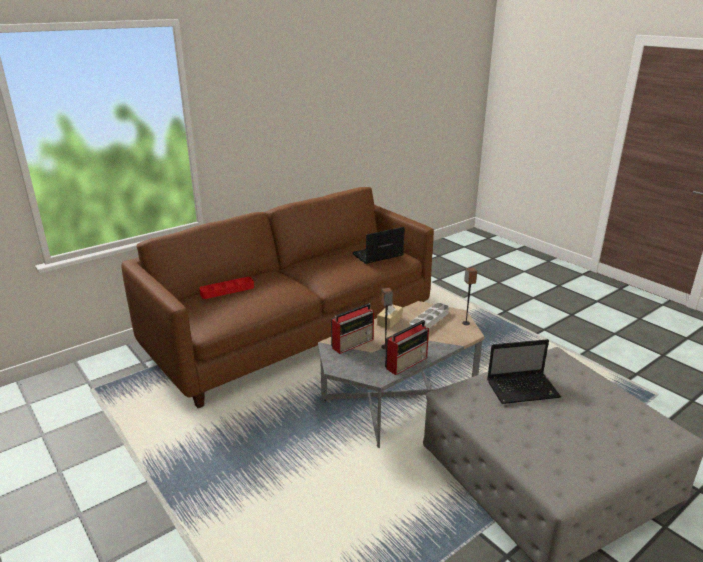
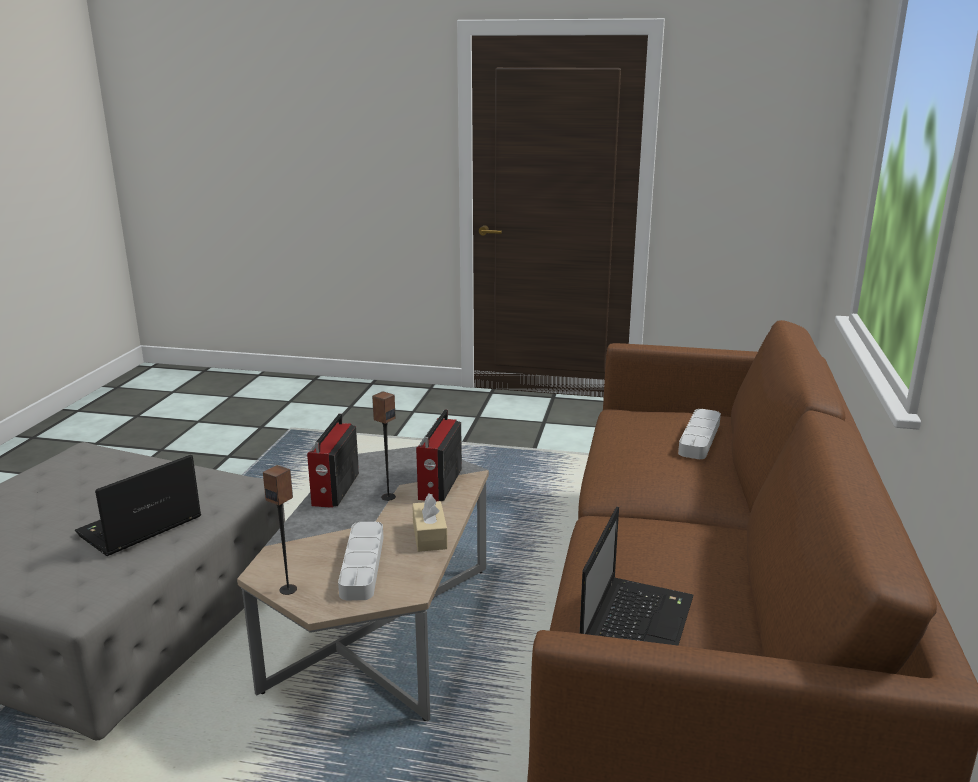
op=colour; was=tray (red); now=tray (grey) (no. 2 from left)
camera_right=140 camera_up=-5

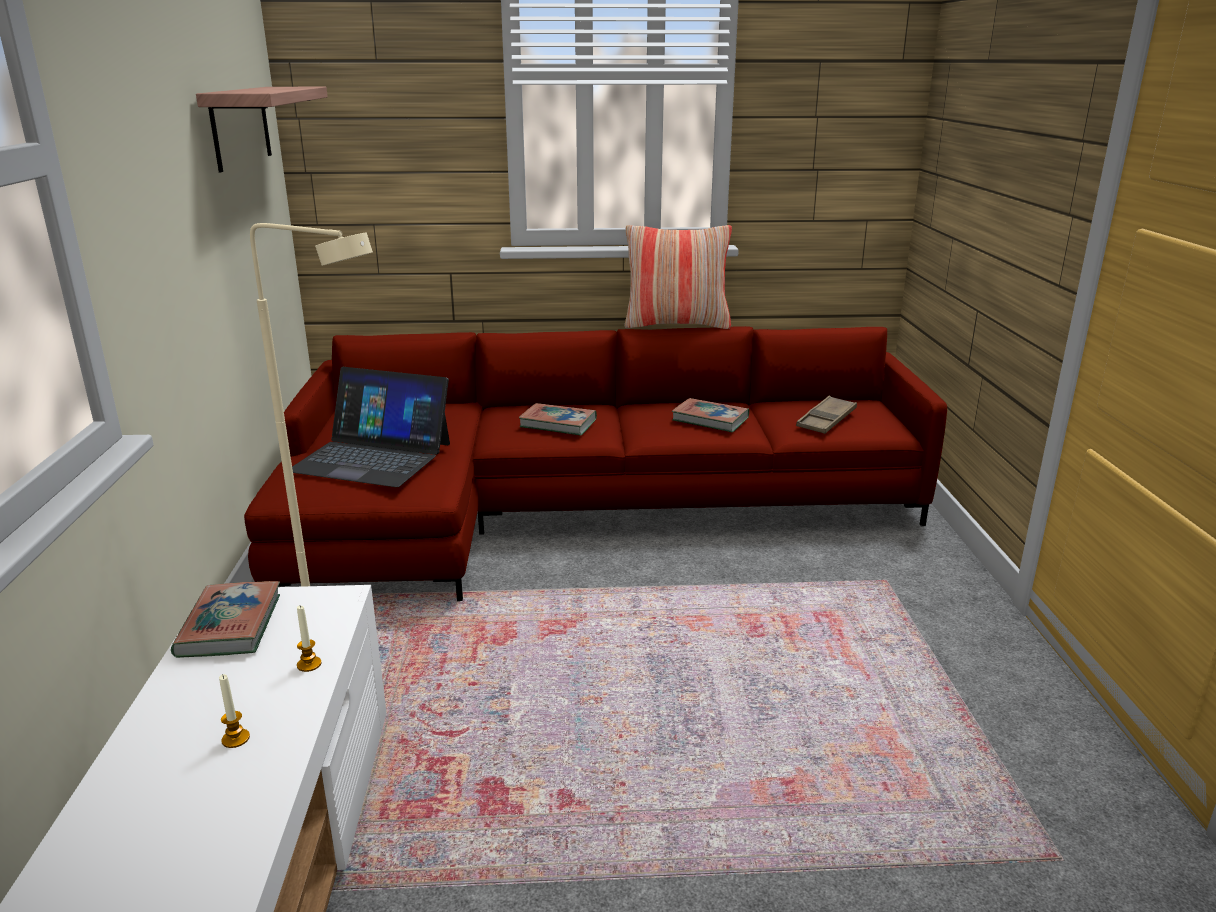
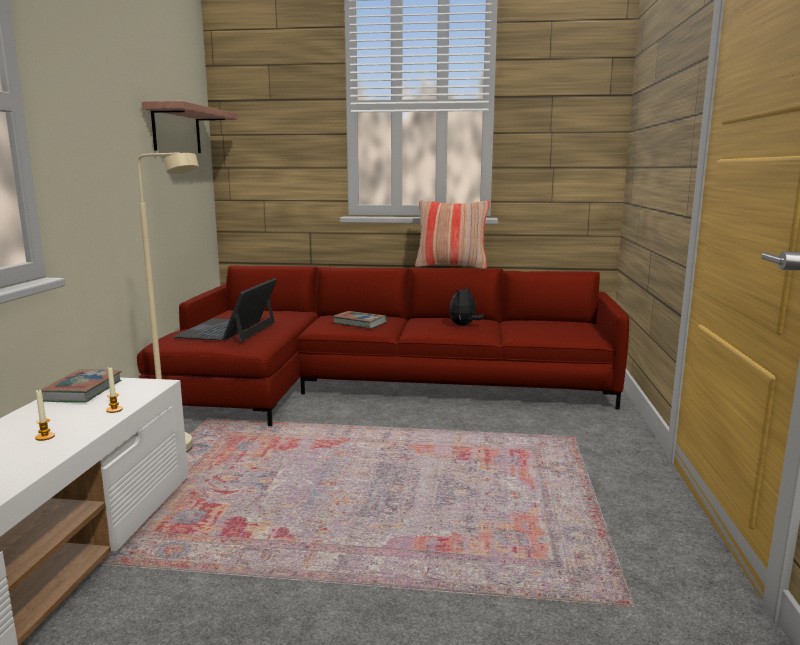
op=spun; was=laptop; clockwise=75
op=exchanged; was=book (no. 3 from left); now=plush toy
op=missing; was=tray (brown)
camera_right=10 camera_up=-10

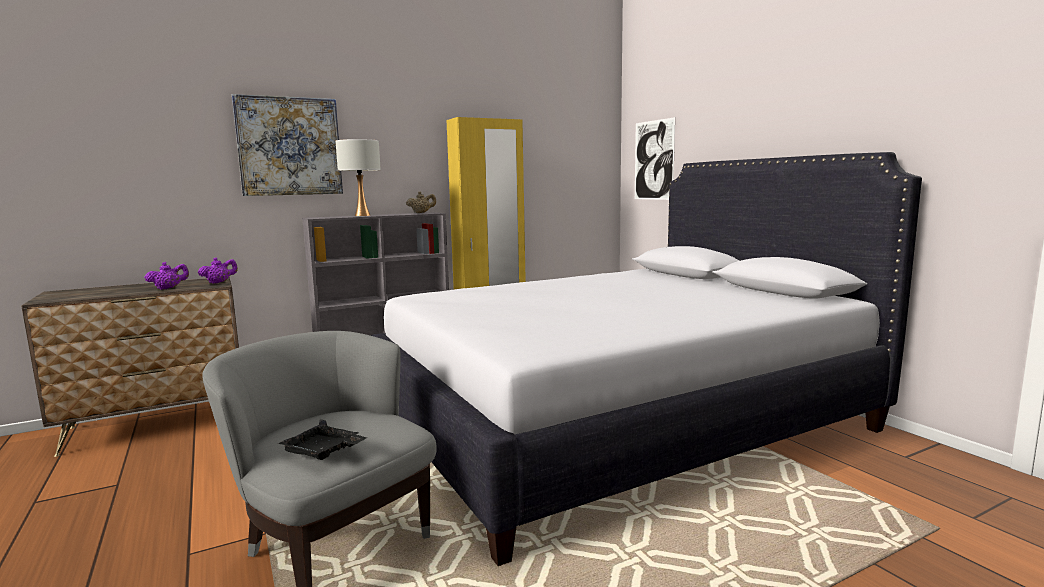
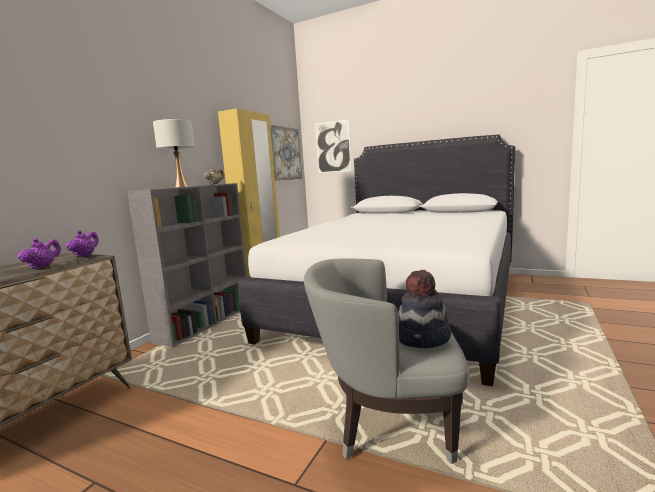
op=relocated; was=picture (no. 1 from left)
op=exchanged; was=tray (black); now=hat
camera_right=-35 camera_up=0

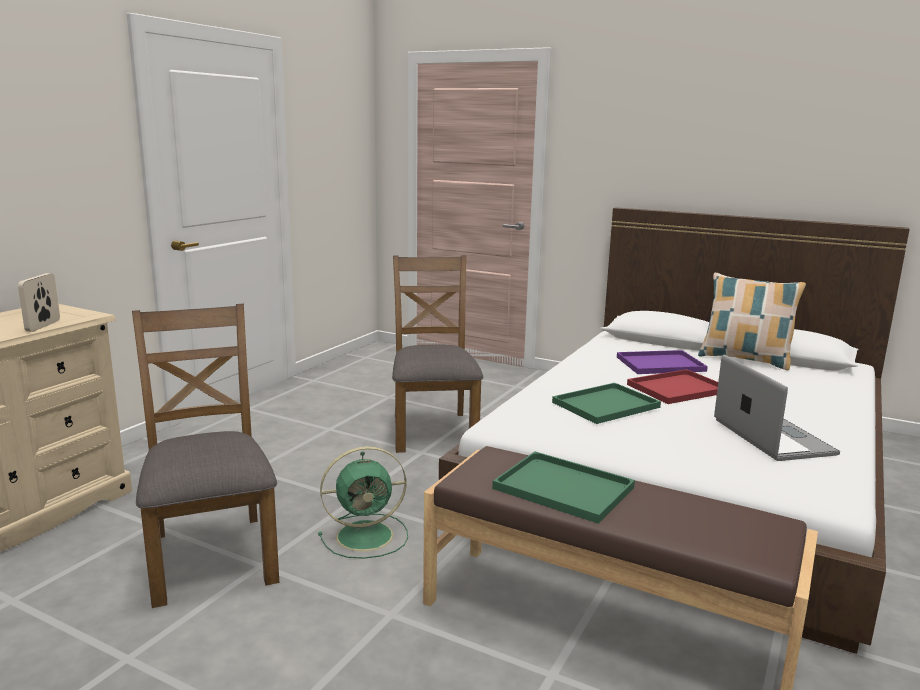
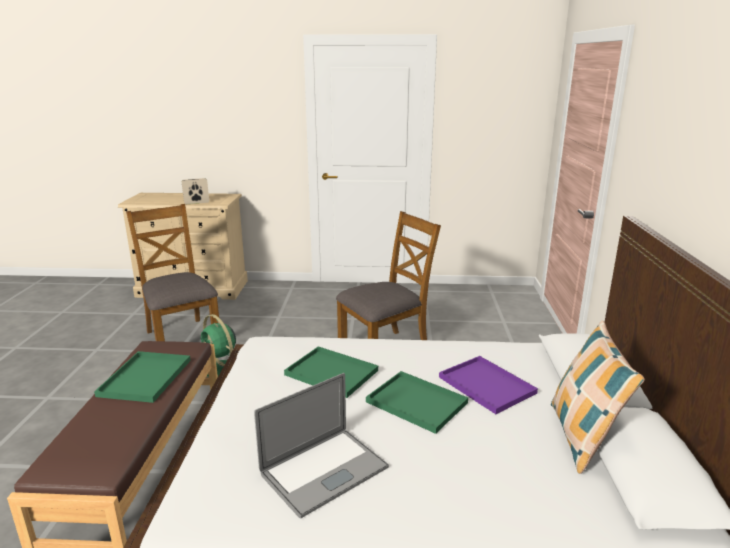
op=spun; was=chair (brown) (no. 1 from left); clockwise=-75
op=colour; was=tray (red); now=tray (green) (no. 3 from left)
camera_right=65 camera_up=5

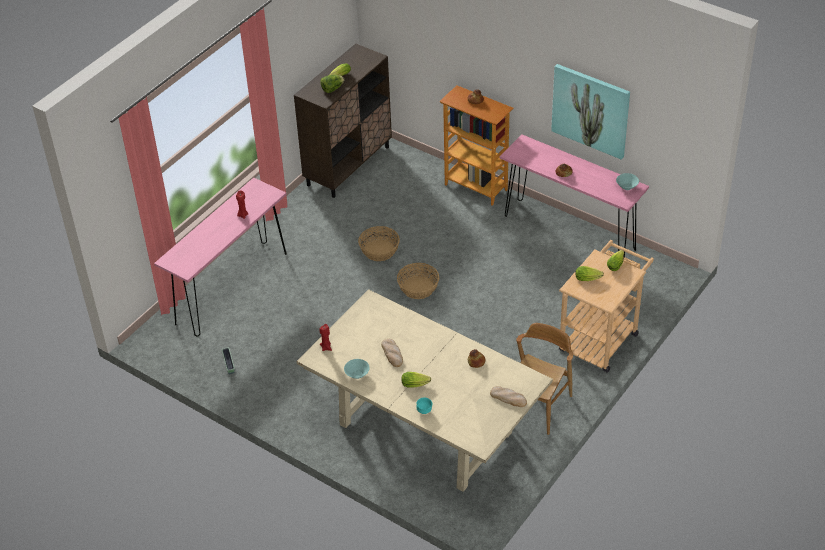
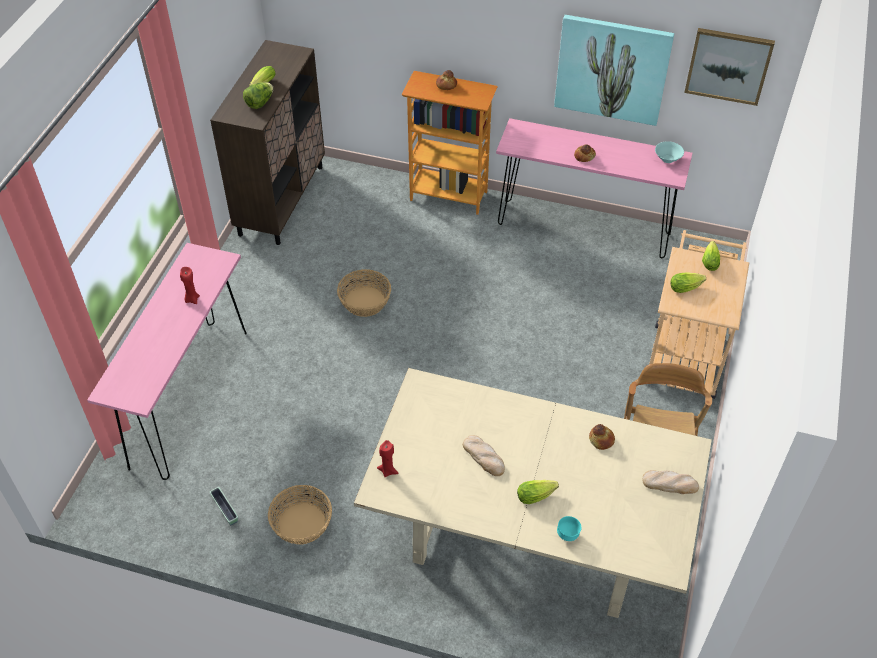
op=missing; was=bowl (turquoise) (no. 1 from left)
op=relocated; was=basket (no. 2 from left in the first image); now=basket (no. 1 from left)
op=appeared; now=picture (no. 2 from left)
camera_right=-20 camera_up=5

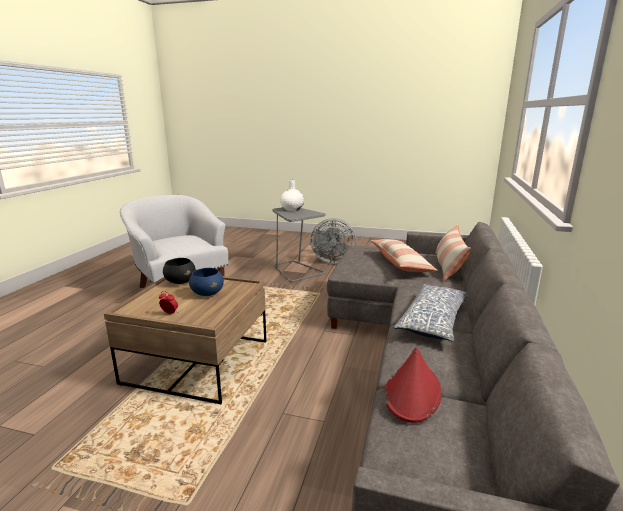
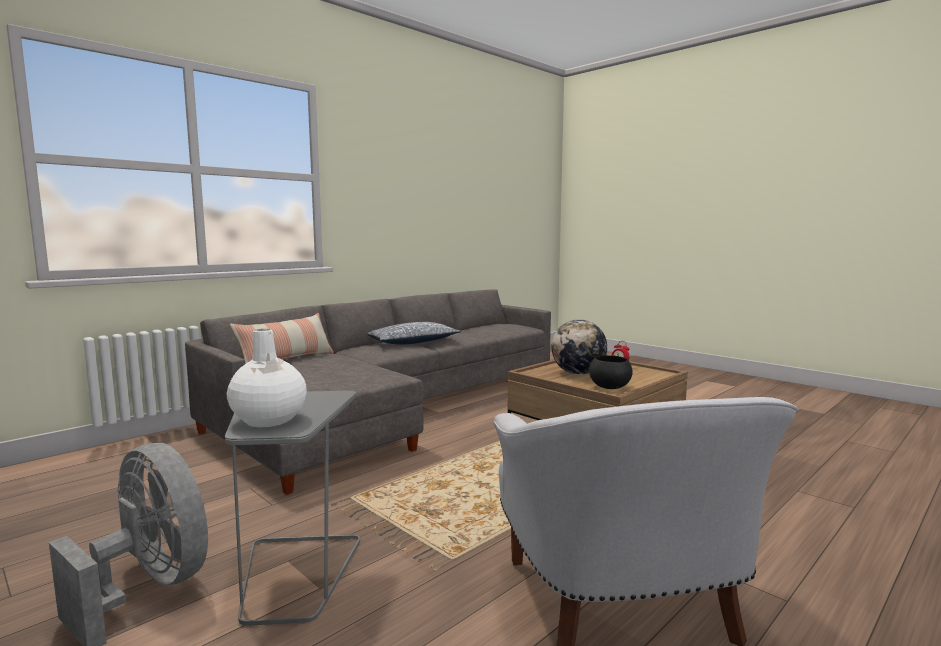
op=exchanged; was=bowl (blue); now=globe
op=missing; was=pillow (no. 1 from left)
op=missing; was=hat (red)
camera_right=-150 camera_up=-10

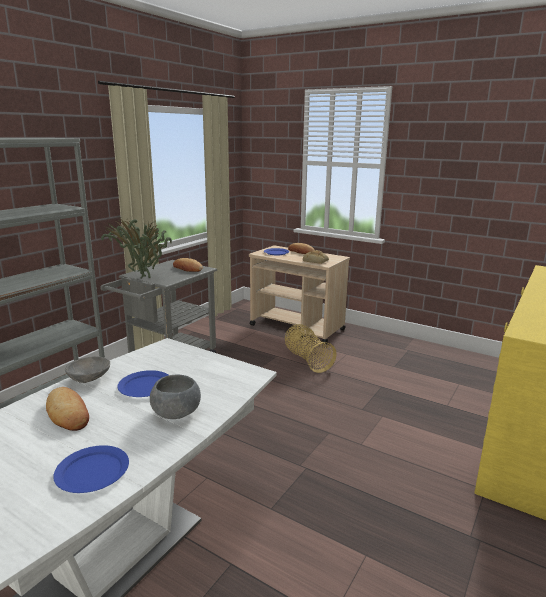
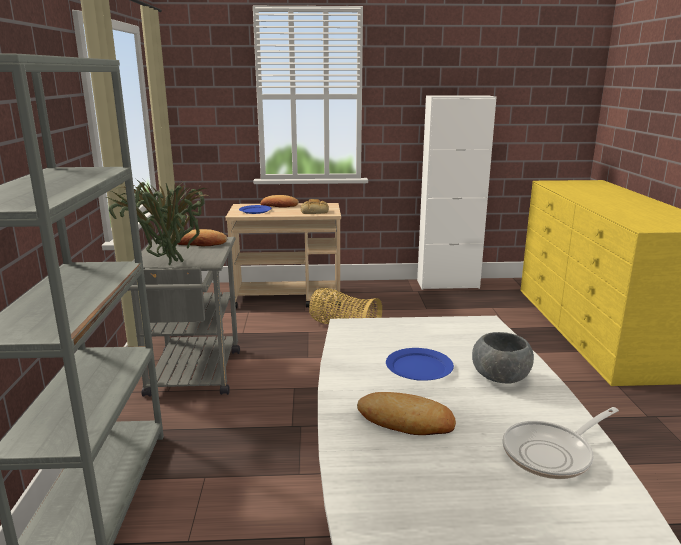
op=exchanged; was=plate (blue) (no. 1 from left); now=frying pan
op=missing; was=bowl (grey) (no. 1 from left)
op=appeared; now=cabinet (white)
camera_right=-35 camera_up=0

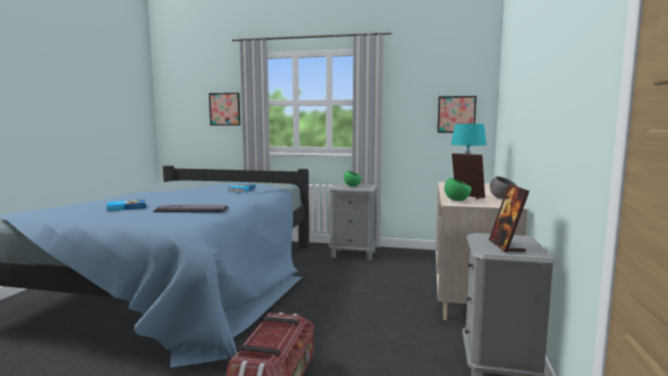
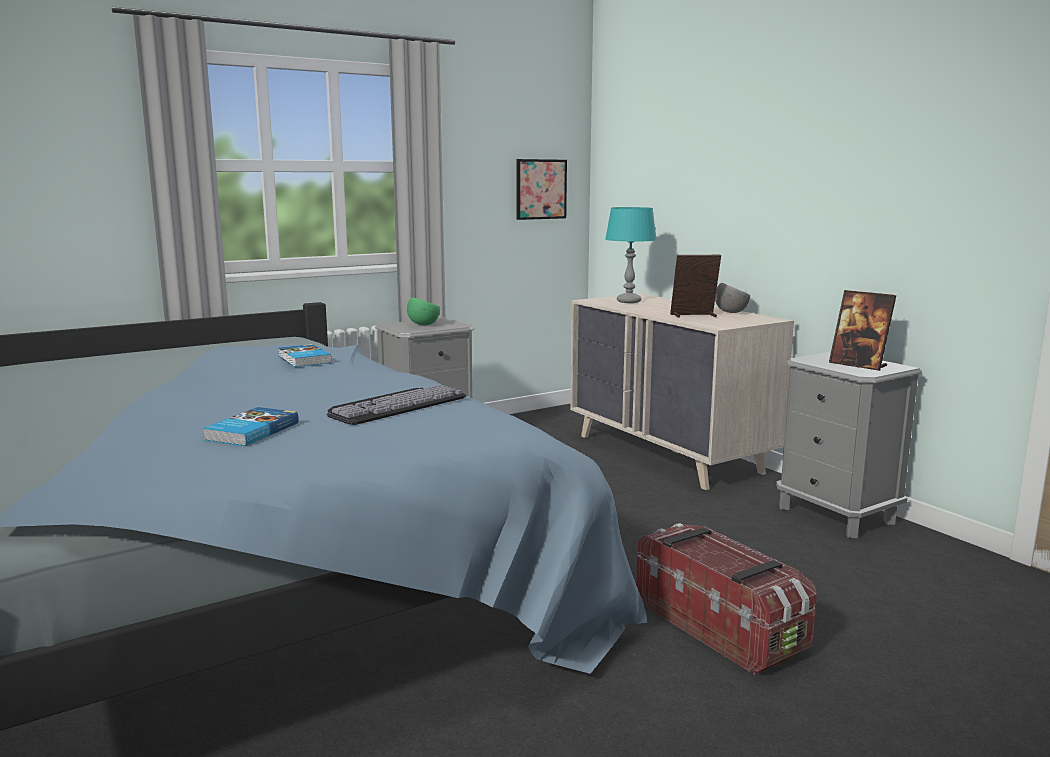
op=missing; was=picture (no. 1 from left)
op=missing; was=bowl (green) (no. 2 from left)
camera_right=-45 camera_up=5

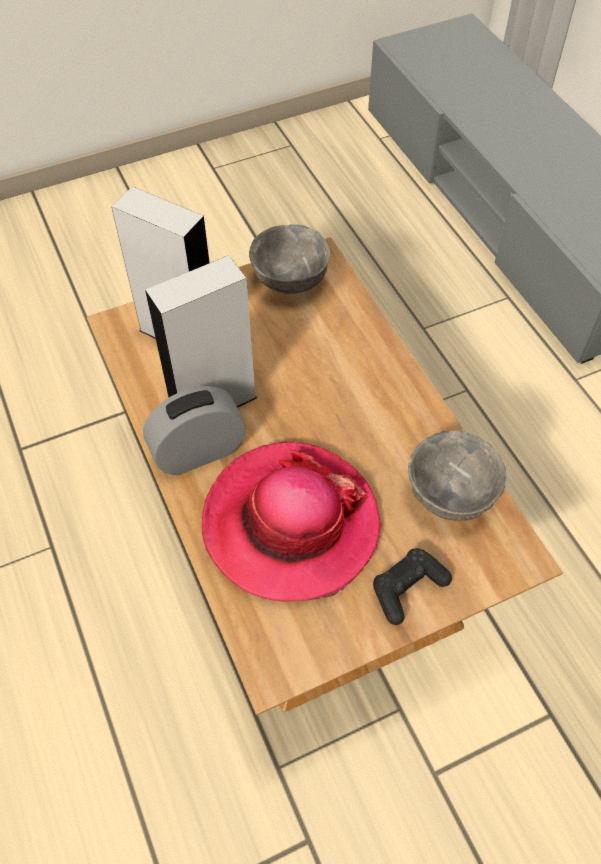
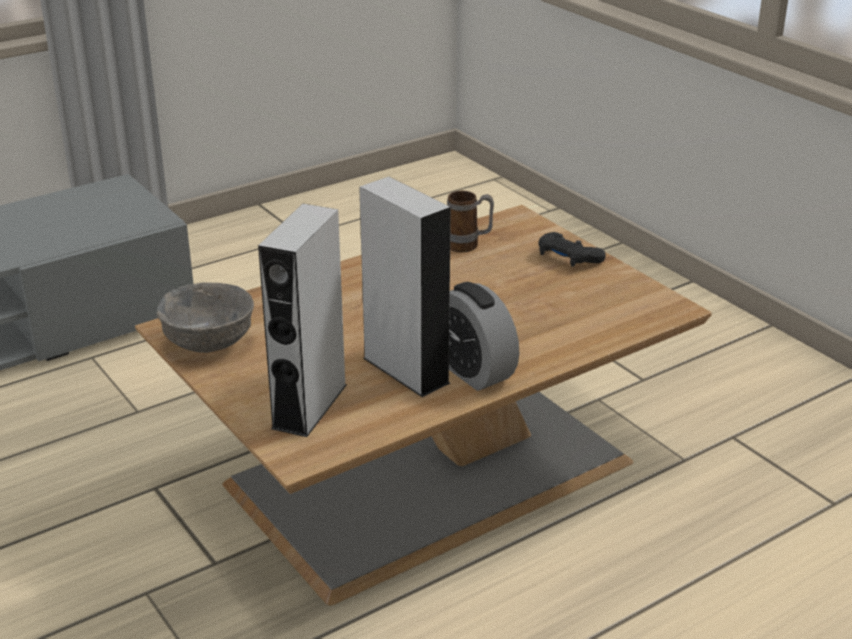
op=missing; was=hat
op=exchanged; was=bowl (grey) (no. 2 from left); now=mug
camera_right=-100 camera_up=-25

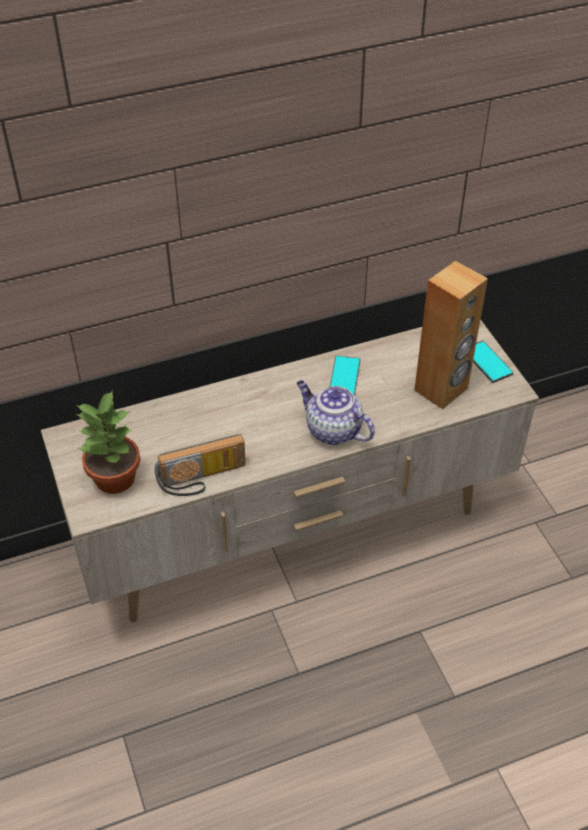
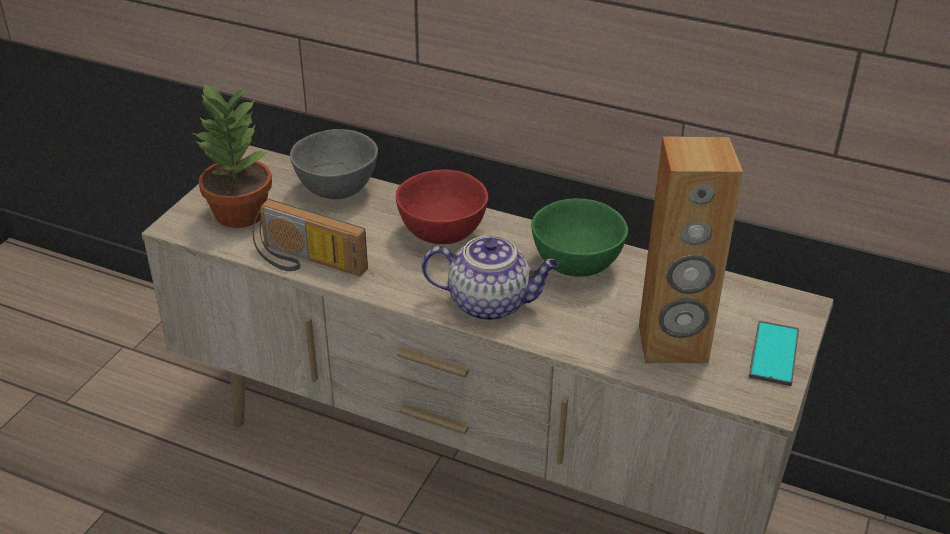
op=spun; was=teapot; clockwise=105
op=exchanged; was=phone (no. 1 from left); now=bowl (green)
op=appeared; now=bowl (grey)
op=appeared; now=bowl (red)
camera_right=45 camera_up=-10

